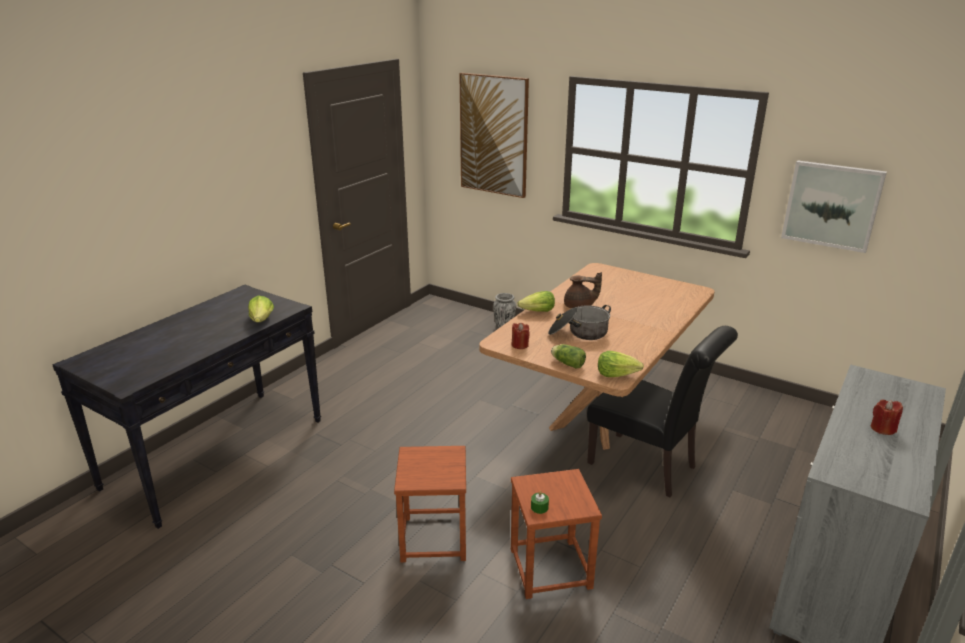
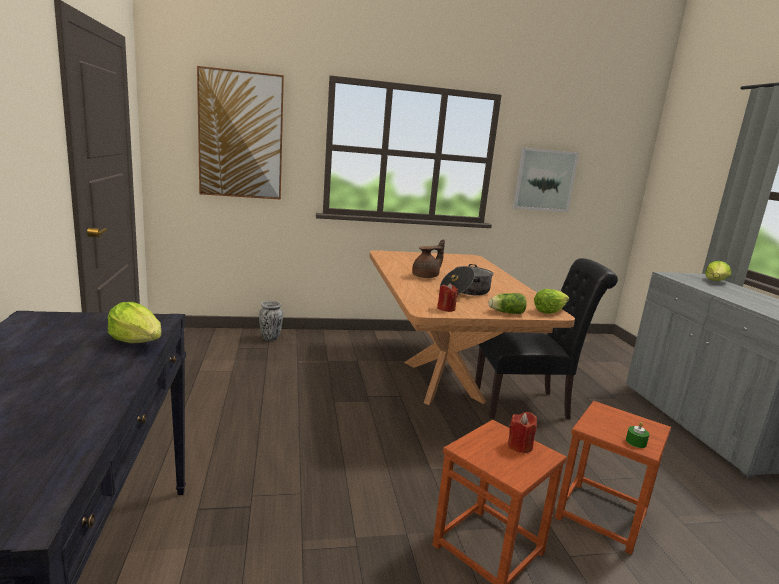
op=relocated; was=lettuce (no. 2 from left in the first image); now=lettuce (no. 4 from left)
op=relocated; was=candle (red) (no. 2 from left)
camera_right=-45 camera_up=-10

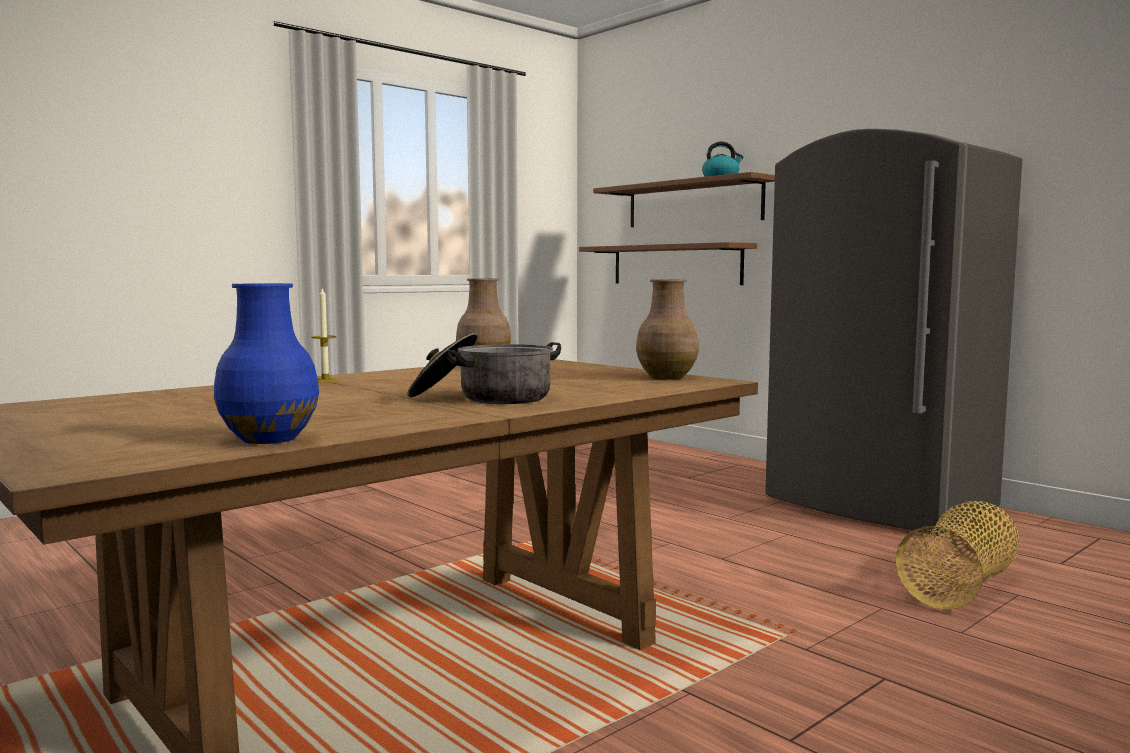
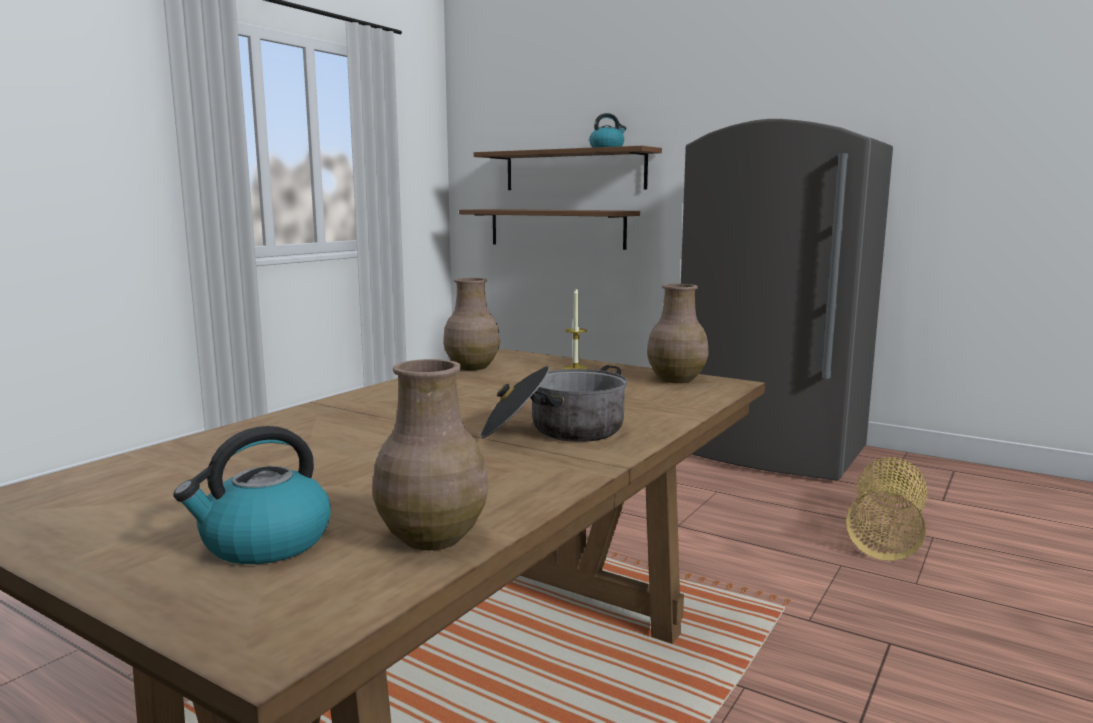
op=colour; was=vase (blue); now=vase (brown) (no. 1 from left)
op=relocated; was=candle
op=appeared; now=kettle (no. 1 from left)
camera_right=-15 camera_up=5

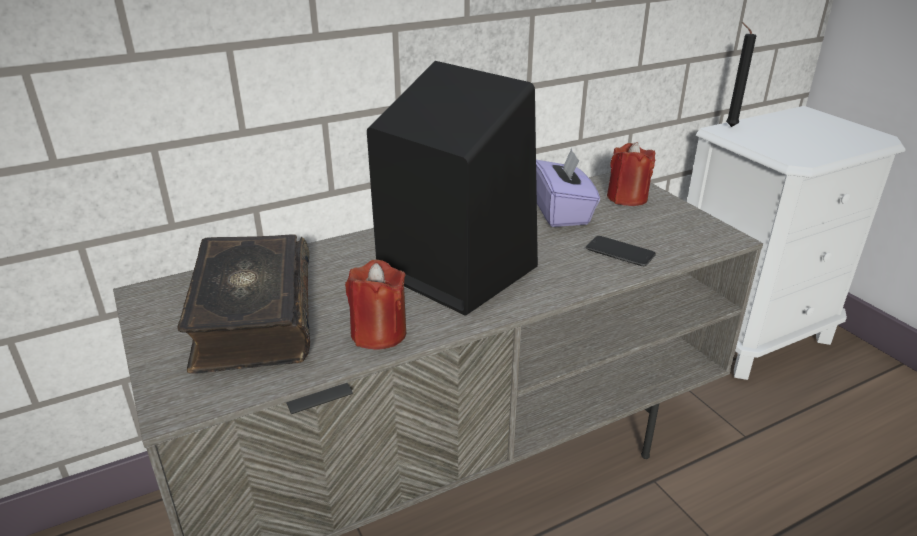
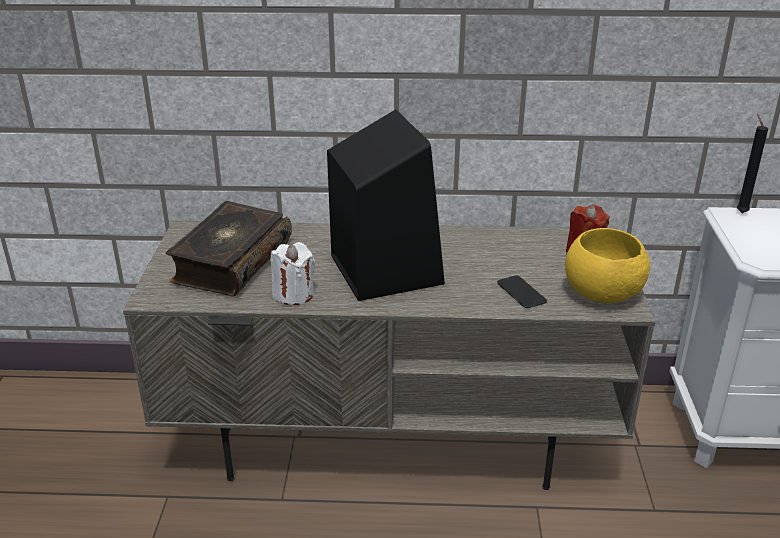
op=colour; was=candle (red) (no. 1 from left); now=candle (white)
op=missing; was=tissue box (purple)
op=appeared; now=bowl (yellow)
camera_right=30 camera_up=0

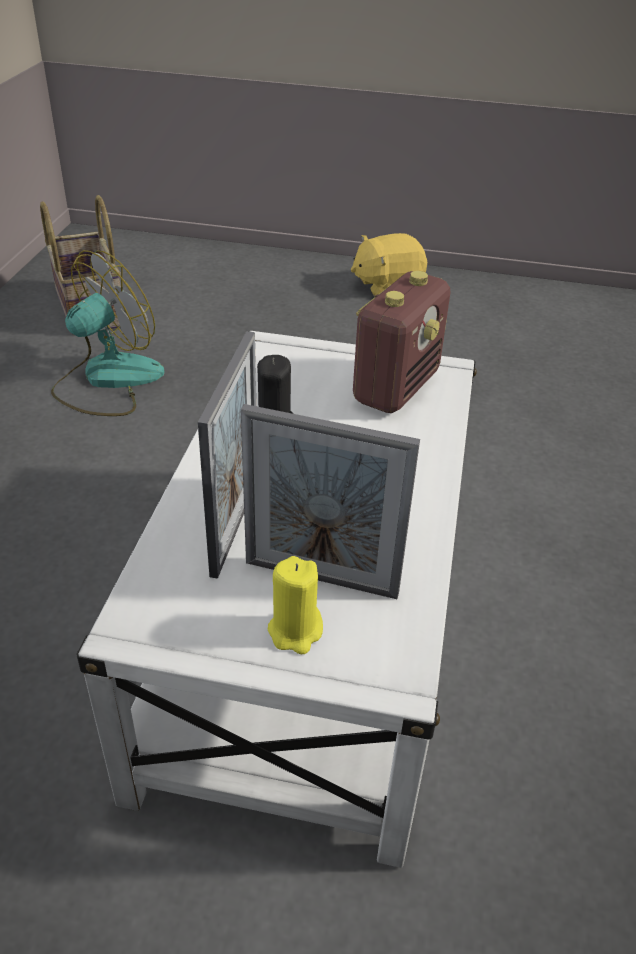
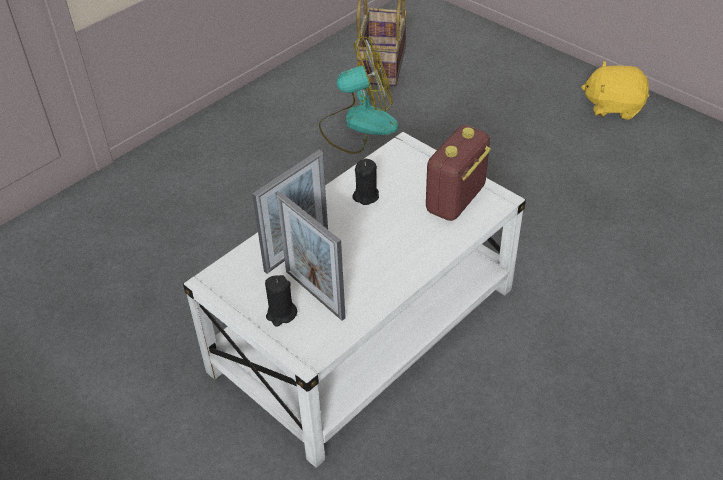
op=colour; was=candle (yellow); now=candle (black) (no. 1 from left)
op=spun; was=radio; clockwise=150
camera_right=35 camera_up=5

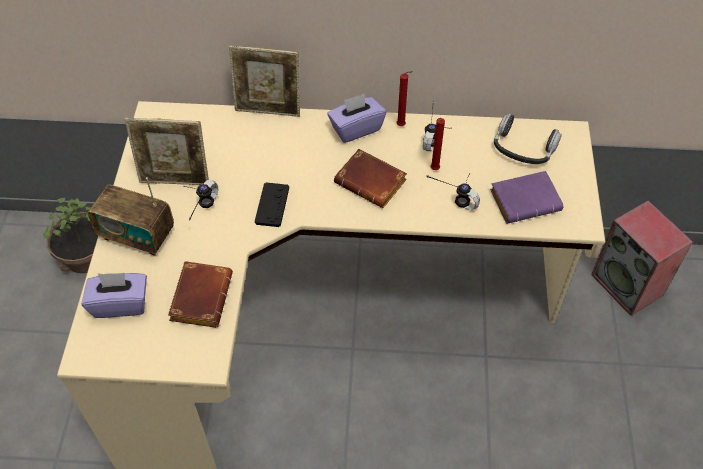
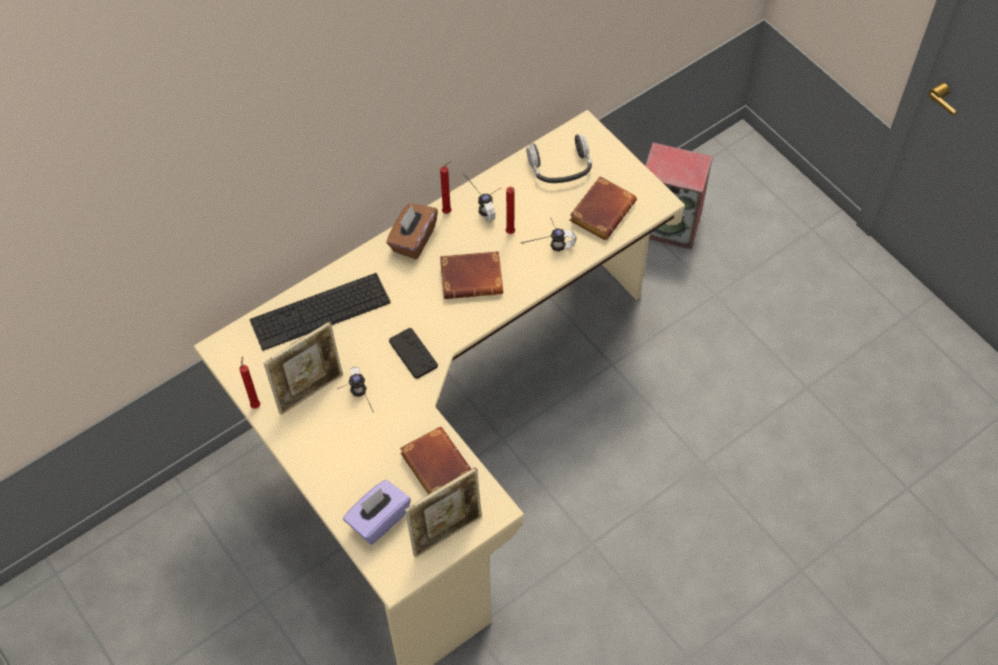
op=missing; was=potted plant
op=missing; was=radio
op=relocated; was=picture frame (no. 2 from left)
op=colour; was=tissue box (purple) (no. 2 from left); now=tissue box (brown)
op=colour; was=book (purple); now=book (brown) (no. 3 from left)
op=appeared; now=candle (red) (no. 1 from left)
op=appeared; now=keyboard
camera_right=-40 camera_up=5

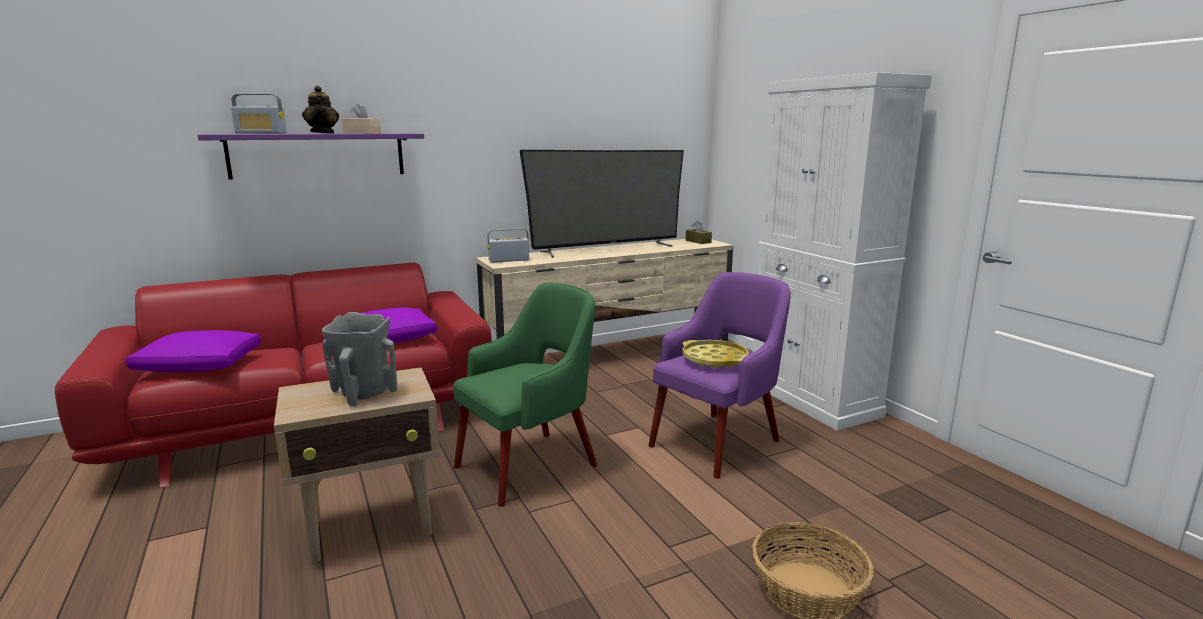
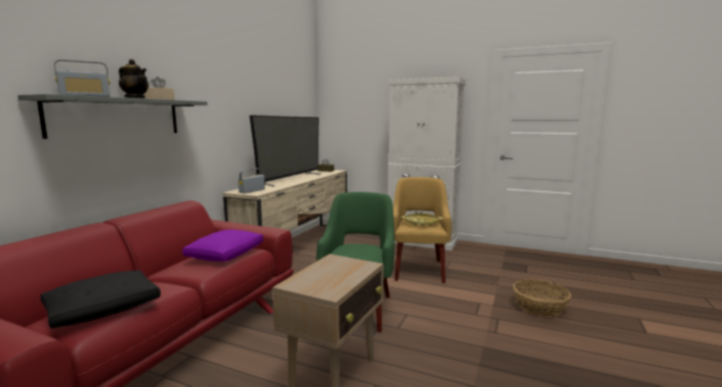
op=colour; was=pillow (purple) (no. 1 from left); now=pillow (black)
op=colour; was=shelf (purple); now=shelf (grey)
op=missing; was=vase (grey)
op=colour; was=armchair (purple); now=armchair (yellow)
camera_right=-40 camera_up=-5

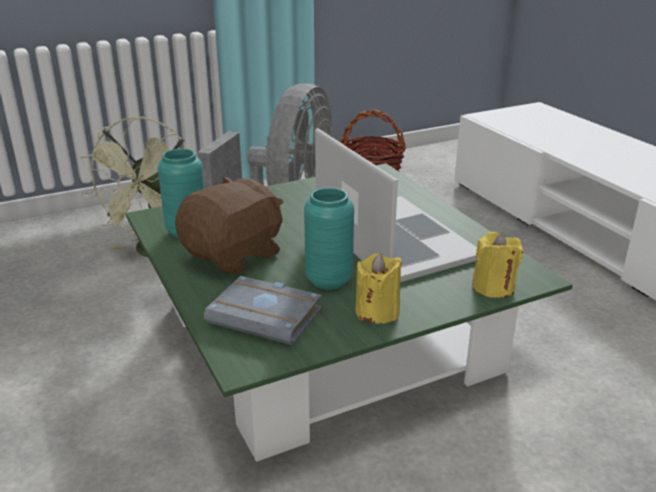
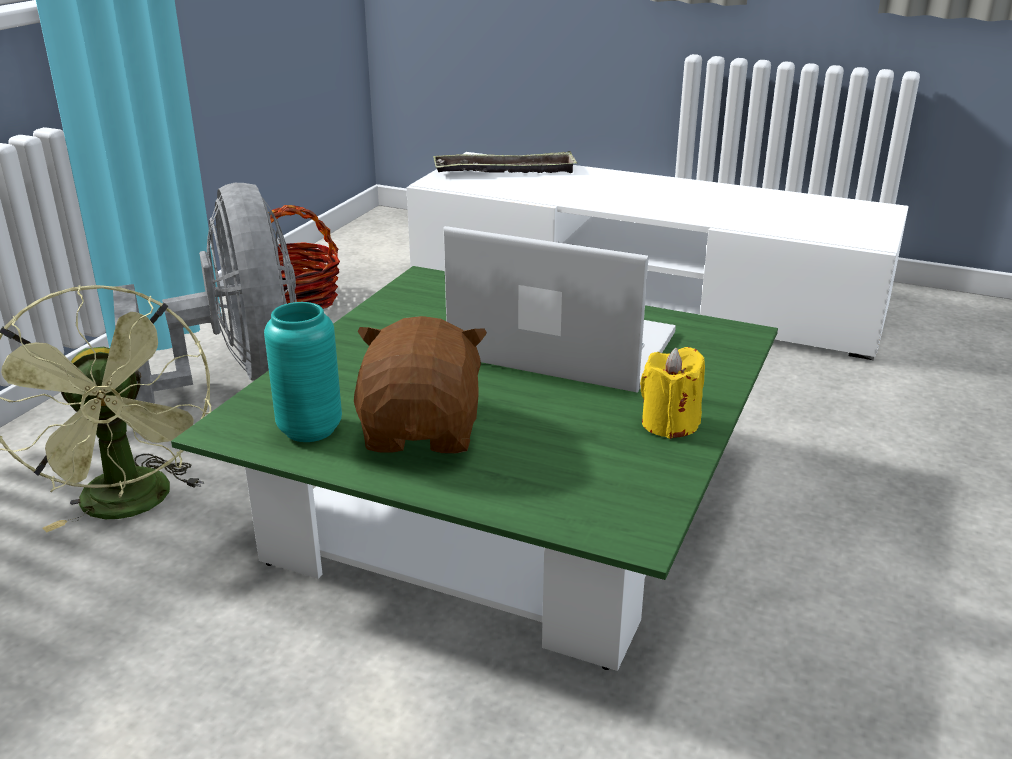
op=missing; was=book (grey)
op=missing; was=vase (turquoise) (no. 2 from left)
op=missing; was=candle (yellow) (no. 2 from left)
op=appeared; now=tray
camera_right=-40 camera_up=0

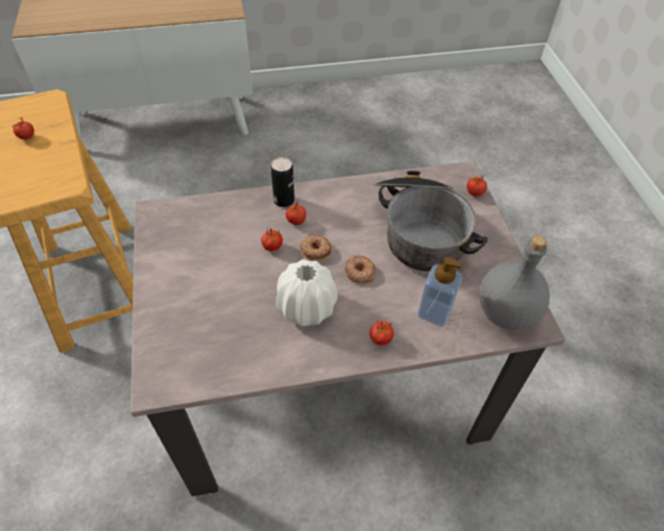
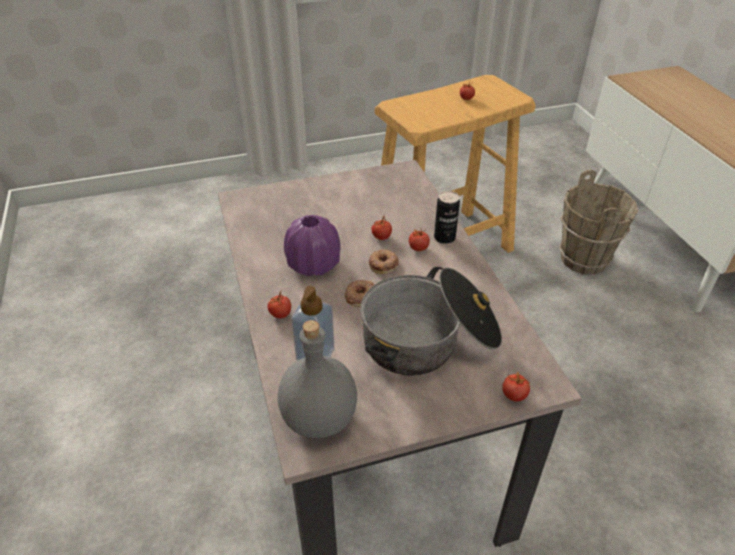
op=colour; was=vase (white); now=vase (purple)
op=appeared; now=bucket (brown)
camera_right=85 camera_up=-10

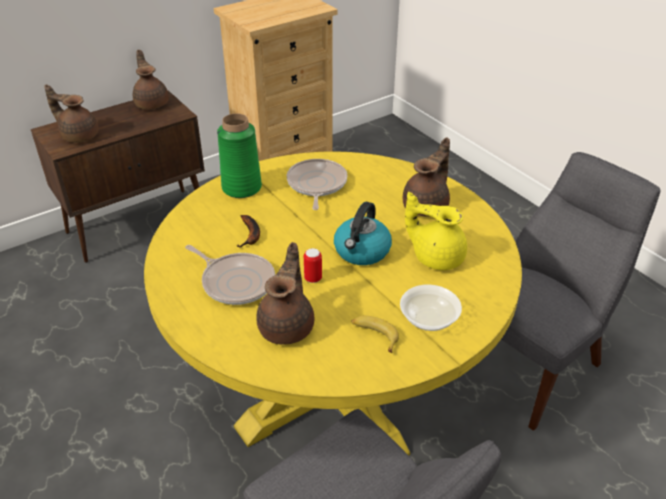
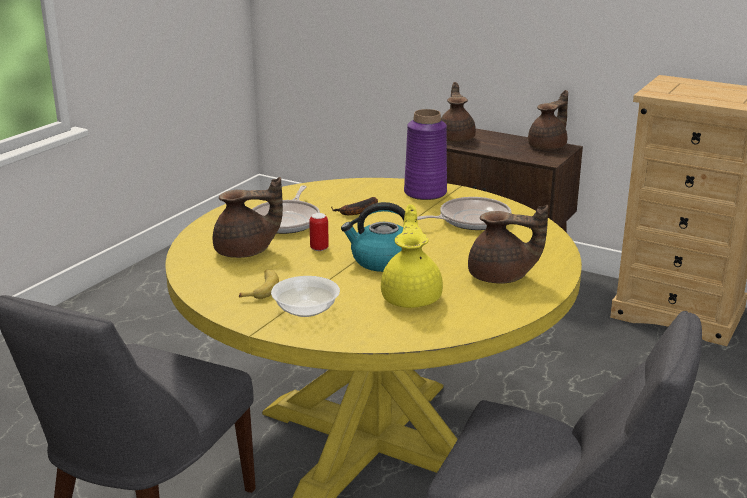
op=colour; was=vase (green); now=vase (purple)
camera_right=65 camera_up=-15

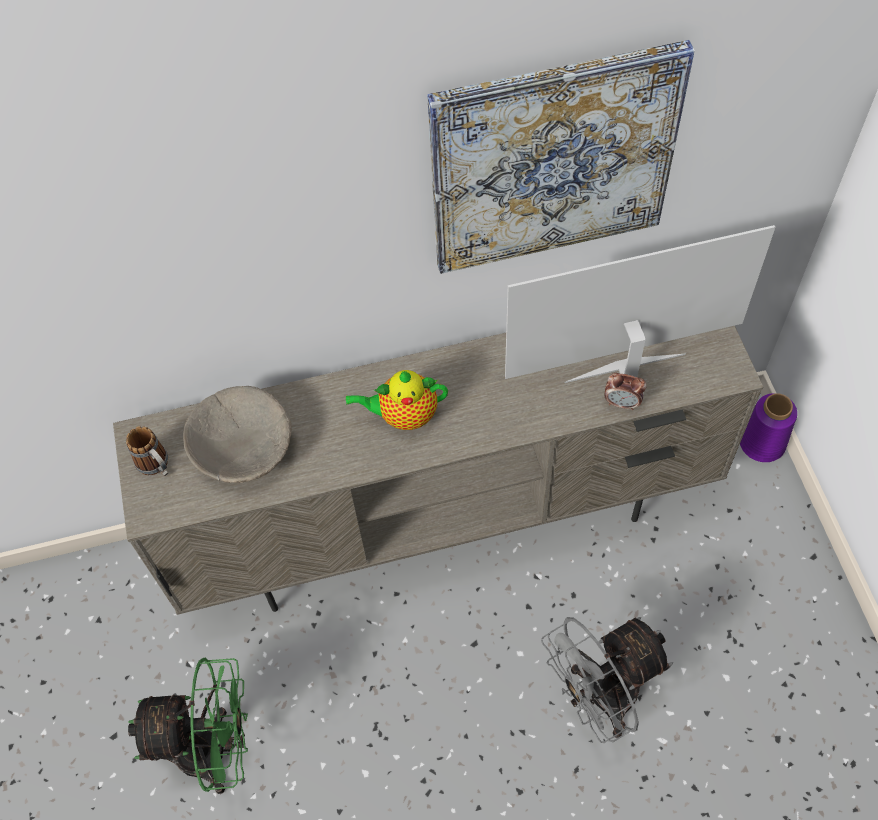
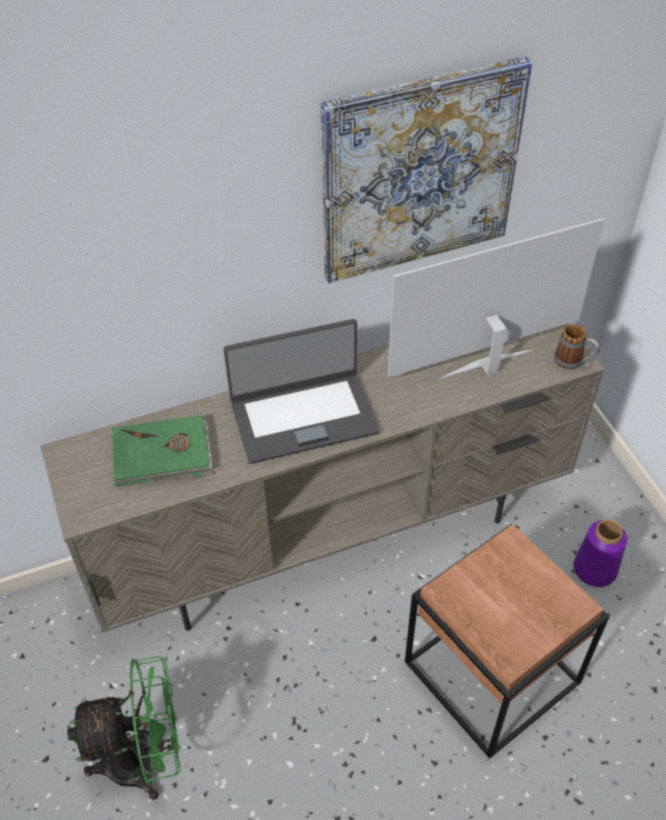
op=relocated; was=mug
op=exchanged; was=bowl (beige); now=book (green)
op=exchanged; was=teapot; now=laptop
op=exchanged; was=fan (grey); now=side table (brown)
op=missing; was=alarm clock
op=relocated; was=vase (purple)
camera_right=-10 camera_up=-10

